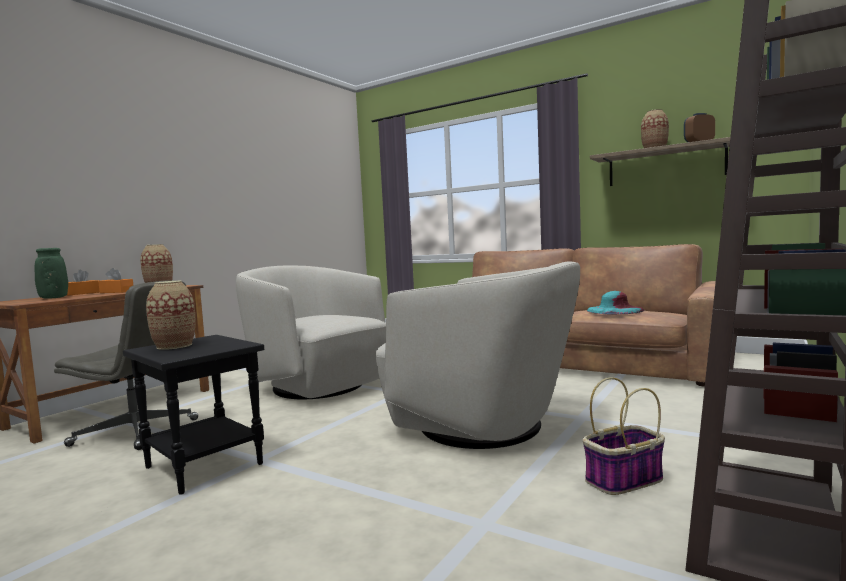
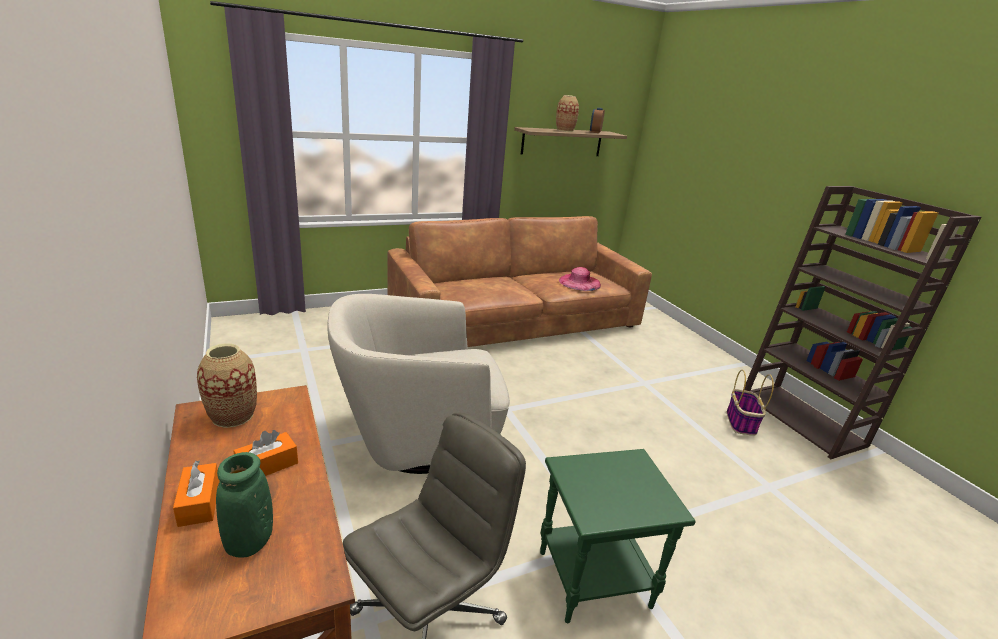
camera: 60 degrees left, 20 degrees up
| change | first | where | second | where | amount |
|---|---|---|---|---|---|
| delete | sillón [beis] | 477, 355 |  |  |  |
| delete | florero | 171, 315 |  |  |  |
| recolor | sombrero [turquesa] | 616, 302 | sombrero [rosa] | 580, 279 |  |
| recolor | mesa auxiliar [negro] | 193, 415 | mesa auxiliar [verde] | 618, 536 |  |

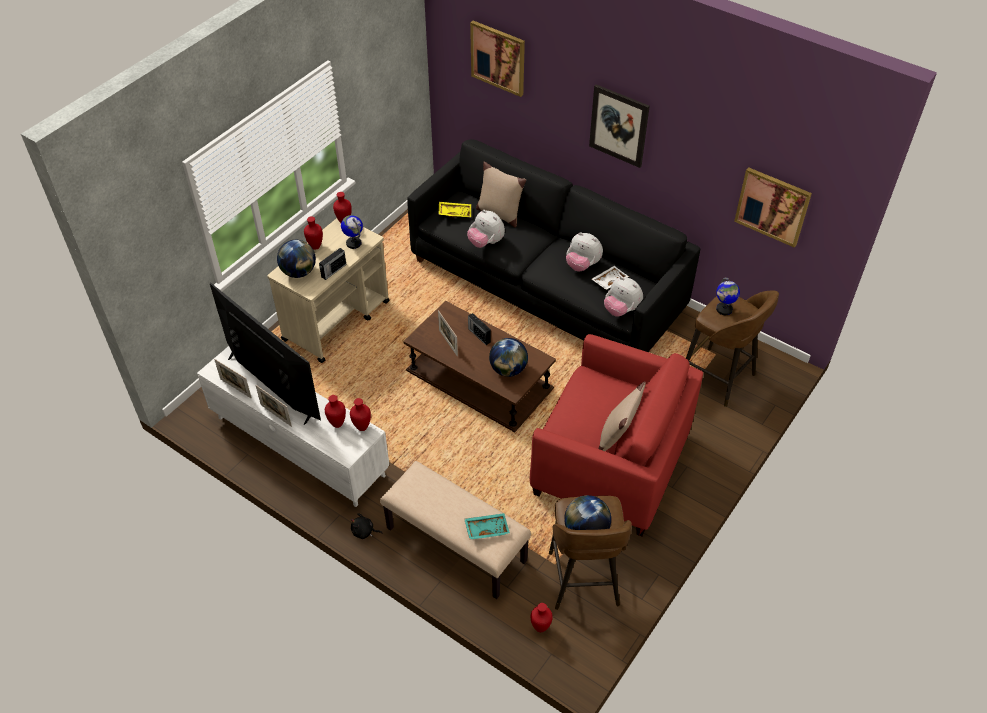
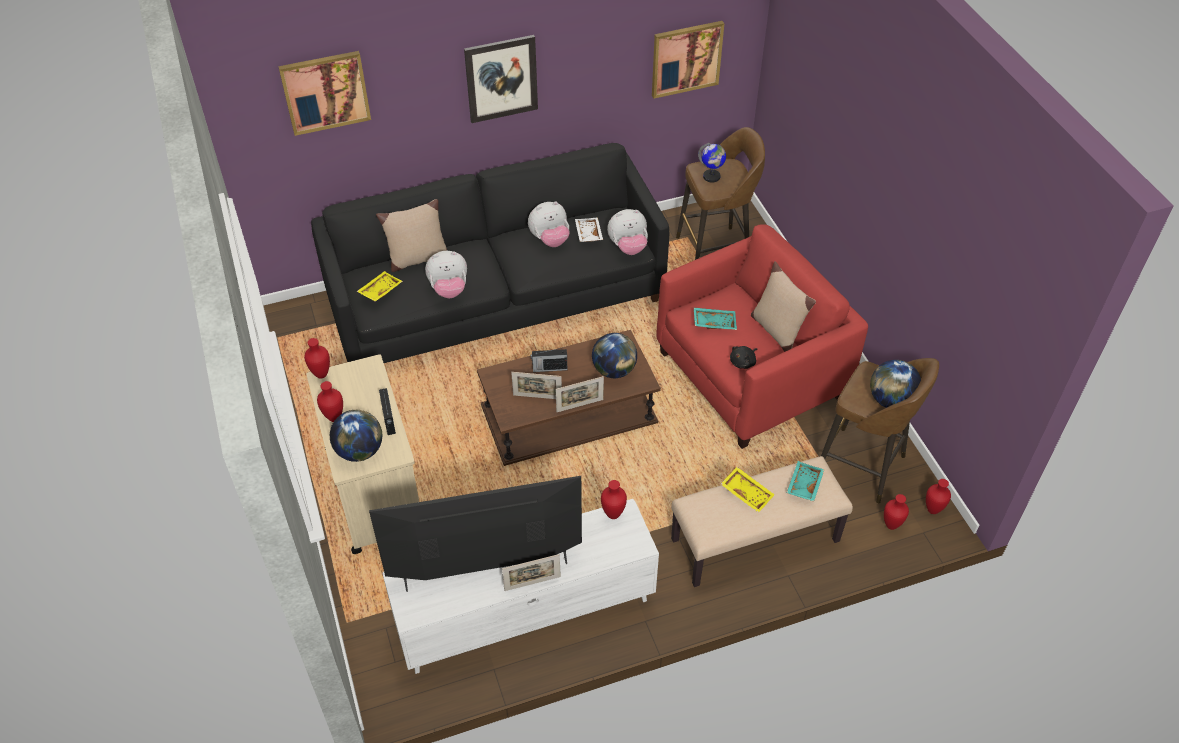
camera: 55 degrees left, 0 degrees up
| change | first | where | second | where | amount |
|---|---|---|---|---|---|
| delete | globo terráqueo | 352, 232 |  |  |  |
| move | portarretratos | 233, 378 |  | 580, 394 |  |
| move | florero [rojo] | 335, 411 |  | 938, 496 |  |
| move | peluche [negro] | 367, 526 |  | 744, 357 |  |
| insert |  |  | bandeja [turquesa] | 715, 318 |  |
| insert |  |  | bandeja [amarillo] | 748, 490 |  |

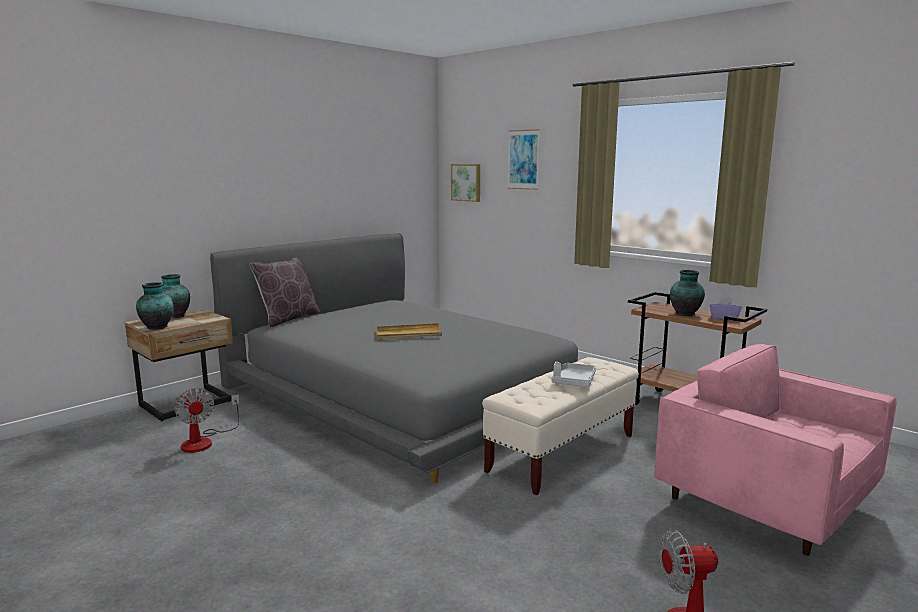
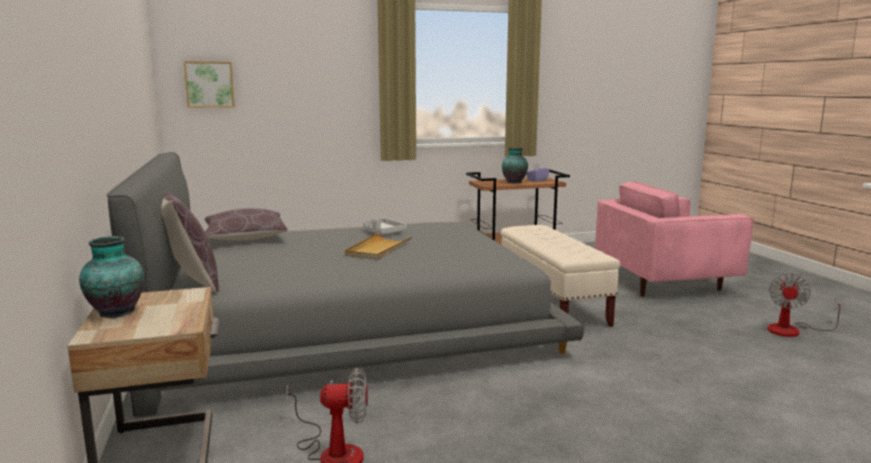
camera: 60 degrees left, 0 degrees up
| change | first | where | second | where | amount |
|---|---|---|---|---|---|
| delete | cuadro | 524, 159 |  |  |  |
| delete | florero | 155, 306 |  |  |  |
| move | bandeja [gris] | 574, 374 |  | 385, 226 |  |
| insert |  |  | cojín [marrón] | 246, 224 |  |

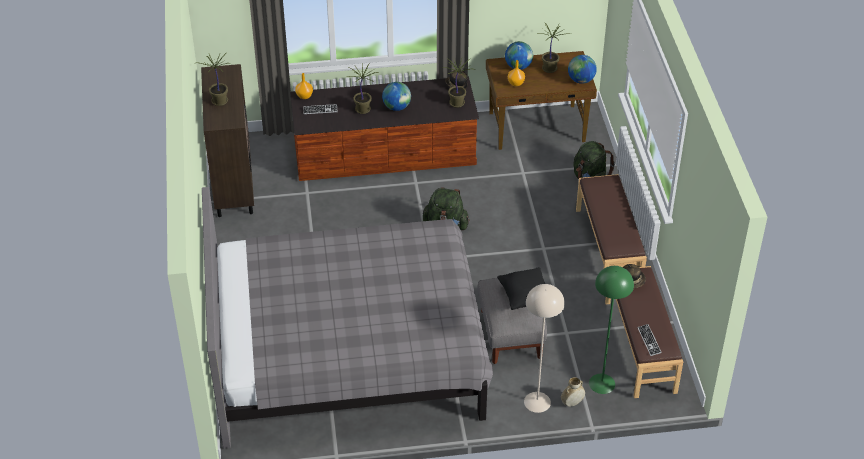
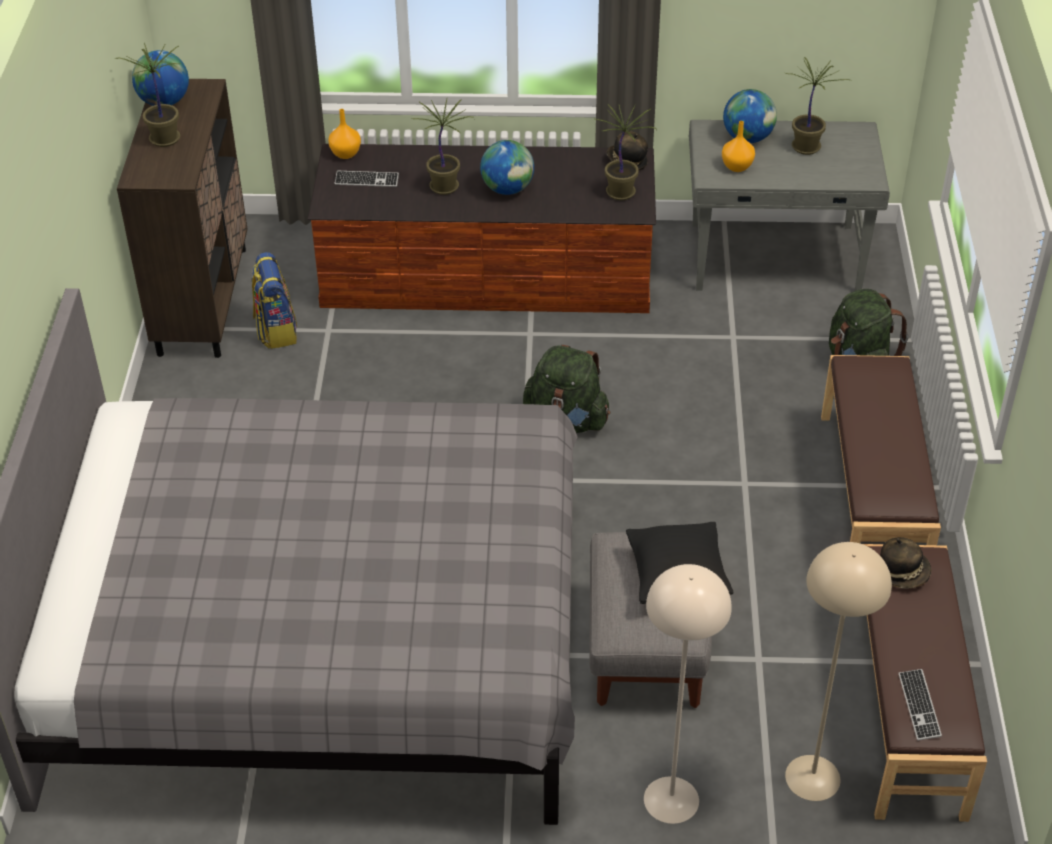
camera: 10 degrees right, 0 degrees up
| change | first | where | second | where | amount |
|---|---|---|---|---|---|
| recolor | escritorio [marrón] | 541, 100 | escritorio [gris] | 789, 205 |  |
| move | globo terráqueo | 582, 69 |  | 160, 78 |  |
| recolor | lámpara de pie [verde] | 611, 330 | lámpara de pie [beis] | 838, 671 |  |
| delete | florero [beis] | 573, 392 |  |  |  |
| insert |  |  | mochila | 274, 300 |  |

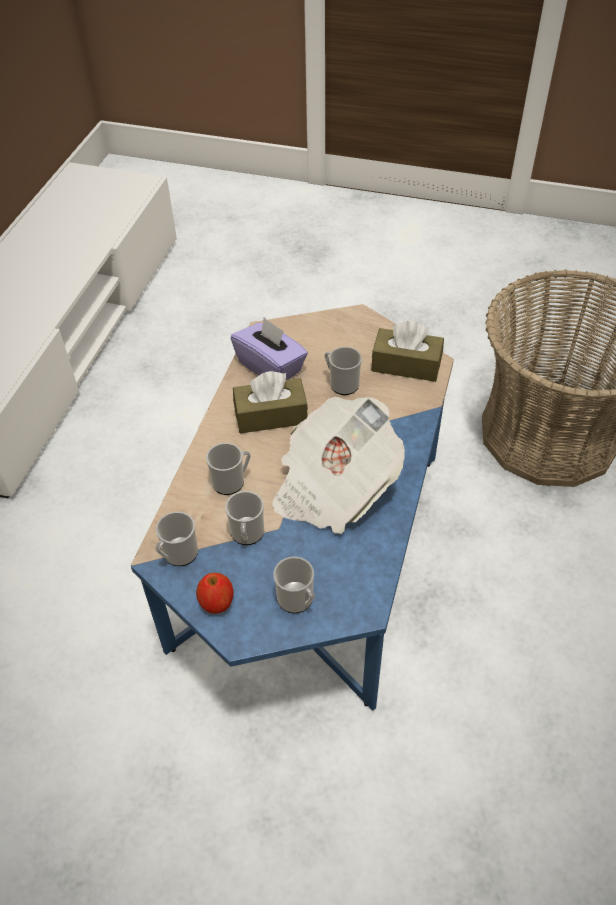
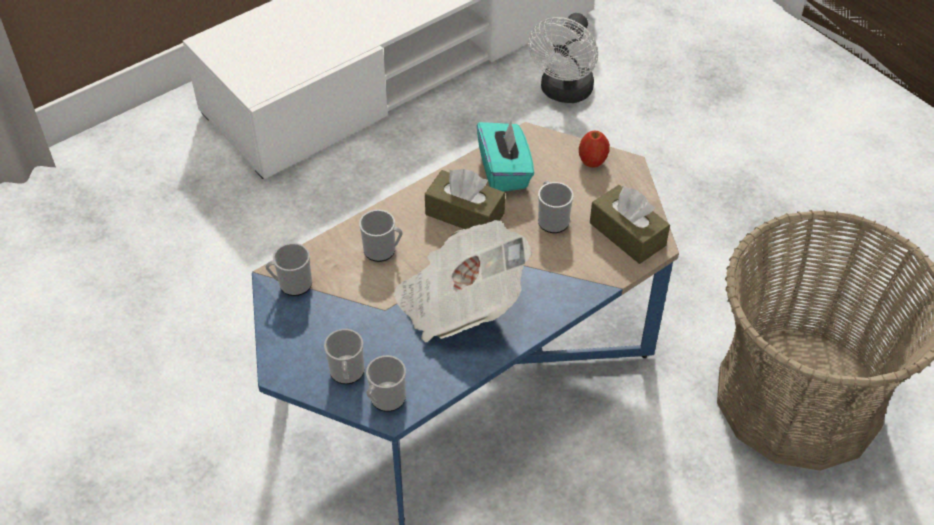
camera: 35 degrees right, 0 degrees up
| change | first | where | second | where | amount |
|---|---|---|---|---|---|
| recolor | caja de pañuelos [morado] | 269, 348 | caja de pañuelos [turquesa] | 505, 156 |  |
| move | taza grande | 244, 518 |  | 386, 383 |  |
| move | manzana | 215, 593 |  | 594, 149 |  |
| insert |  |  | ventilador [blanco] | 563, 58 |  |

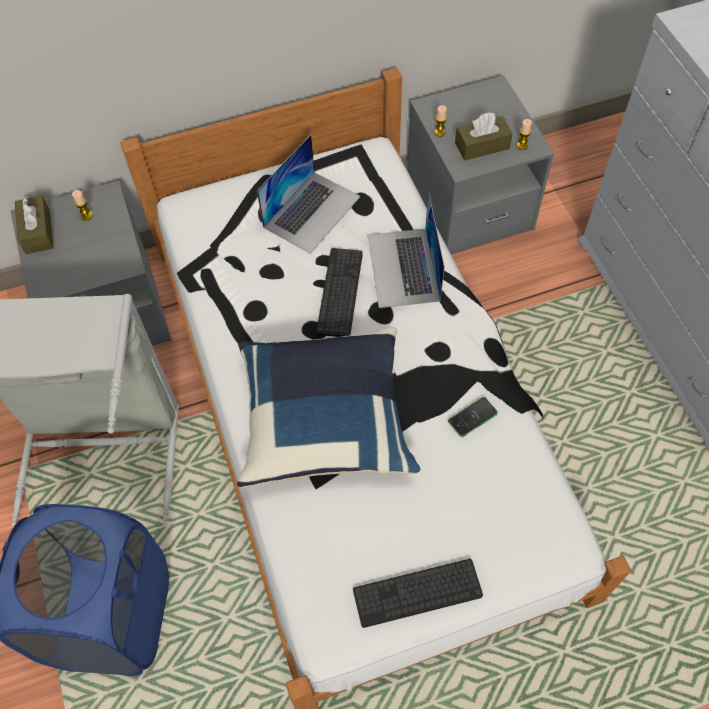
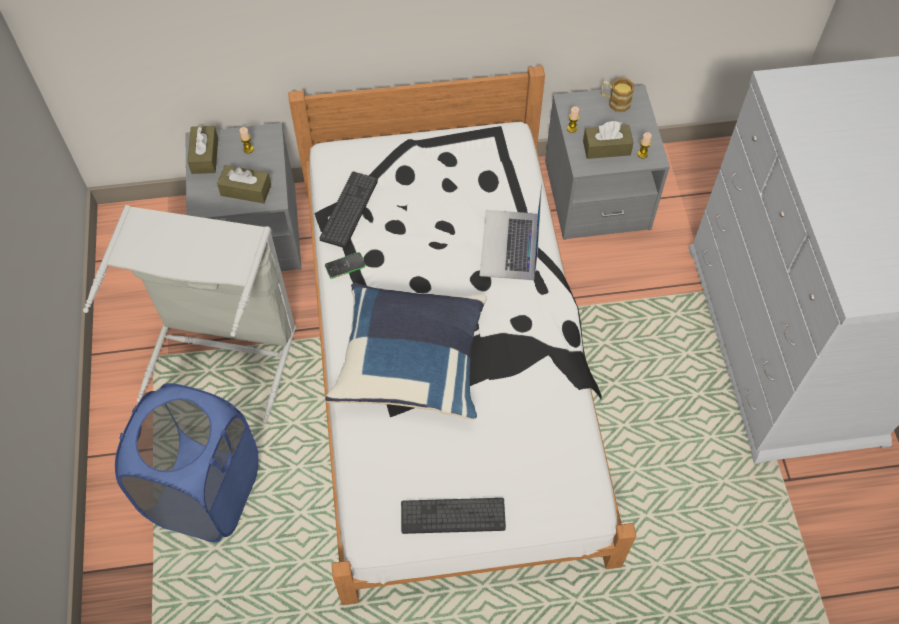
camera: 10 degrees right, 0 degrees up
| change | first | where | second | where | amount |
|---|---|---|---|---|---|
| delete | portátil | 309, 194 |  |  |  |
| move | teclado | 339, 292 |  | 348, 210 |  |
| move | móvil | 473, 417 |  | 345, 265 |  |
| insert |  |  | taza grande | 617, 95 |  |
| insert |  |  | caja de pañuelos [marrón] | 244, 184 |  |

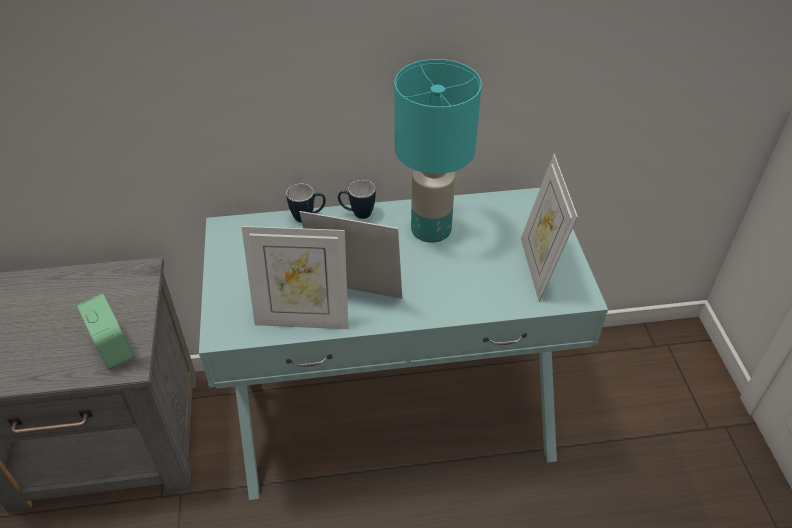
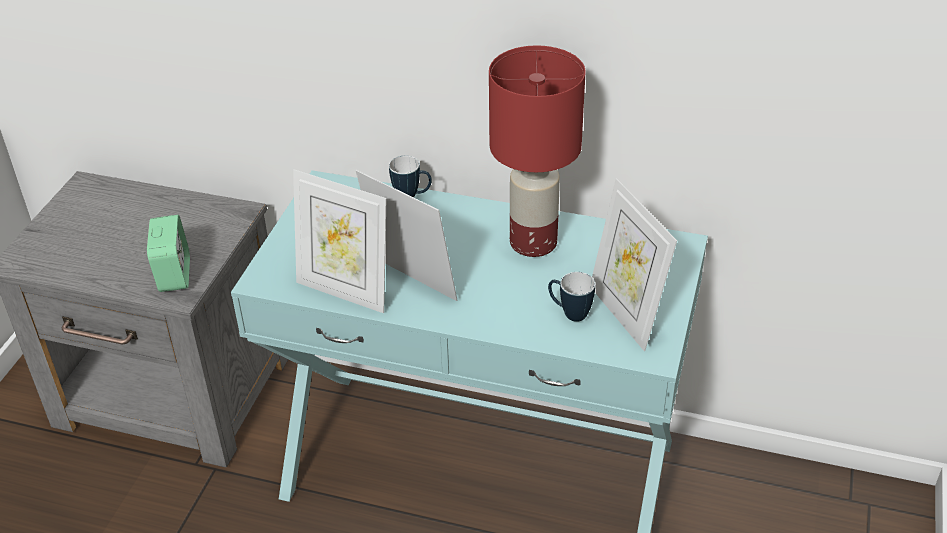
camera: 25 degrees right, 5 degrees down
| change | first | where | second | where | amount |
|---|---|---|---|---|---|
| recolor | lámpara de mesa [turquesa] | 438, 151 | lámpara de mesa [rojo] | 537, 151 |  |
| rotate | portarretratos | 549, 228 |  | 634, 264 | 45 degrees counterclockwise |
| move | taza grande | 357, 199 |  | 571, 297 |  |

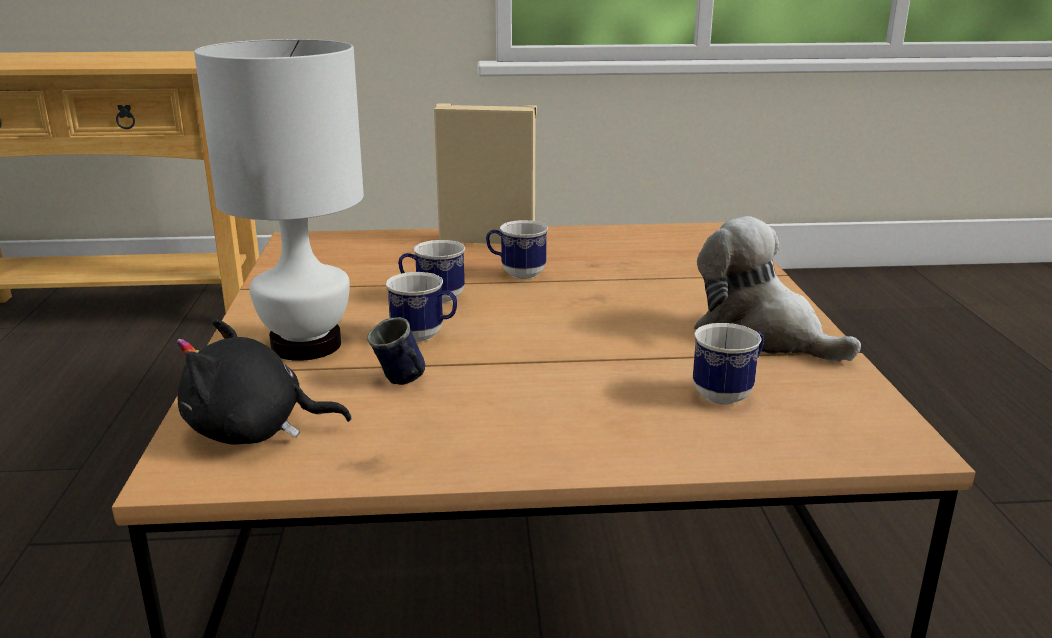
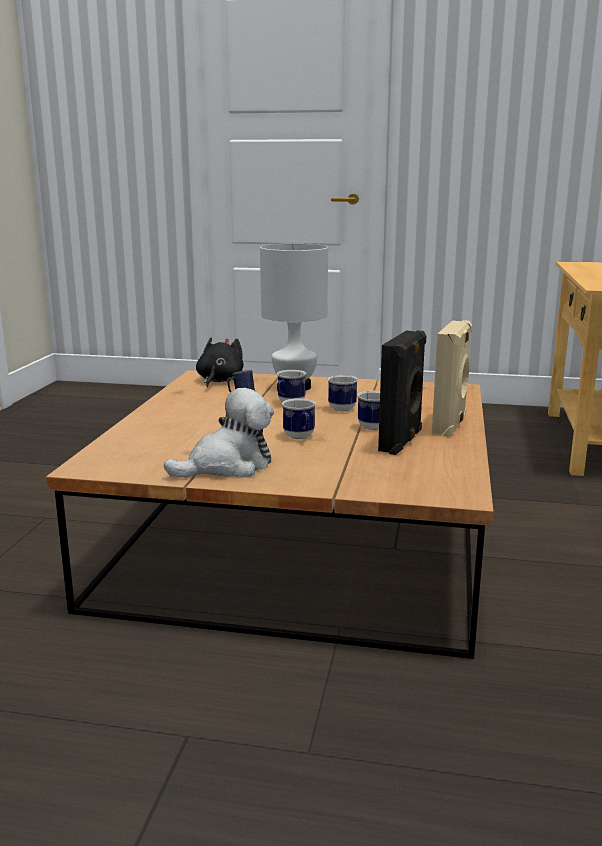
camera: 105 degrees right, 5 degrees down
| change | first | where | second | where | amount |
|---|---|---|---|---|---|
| move | taza grande | 728, 364 |  | 299, 418 |  |
| insert |  |  | altavoz [negro] | 402, 392 |  |

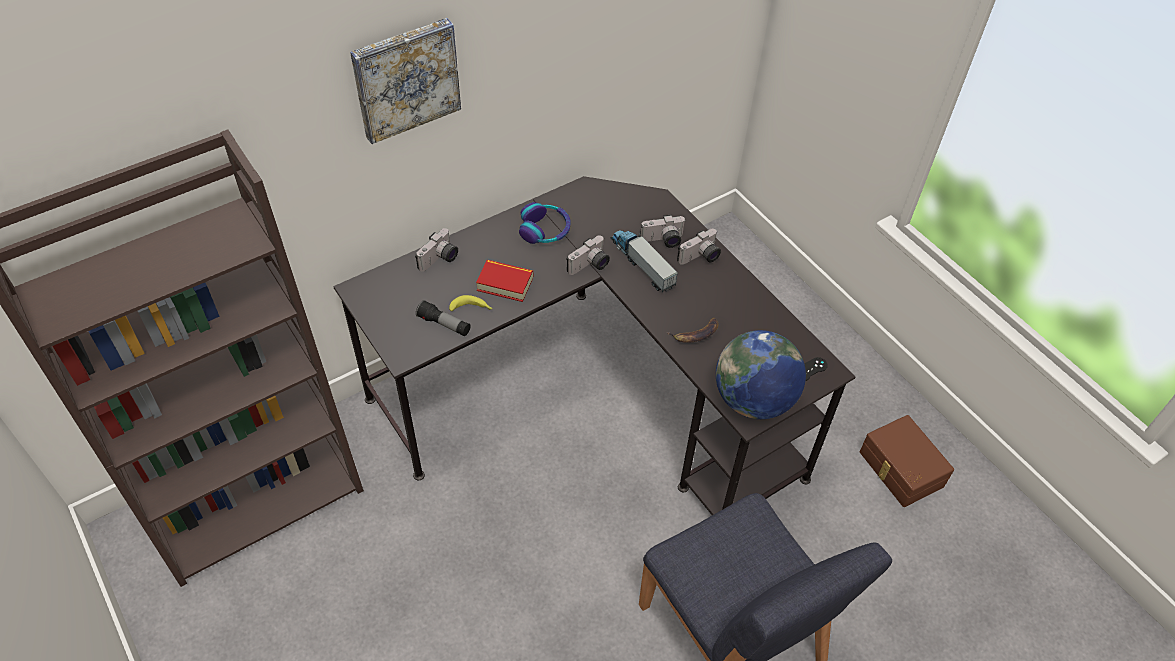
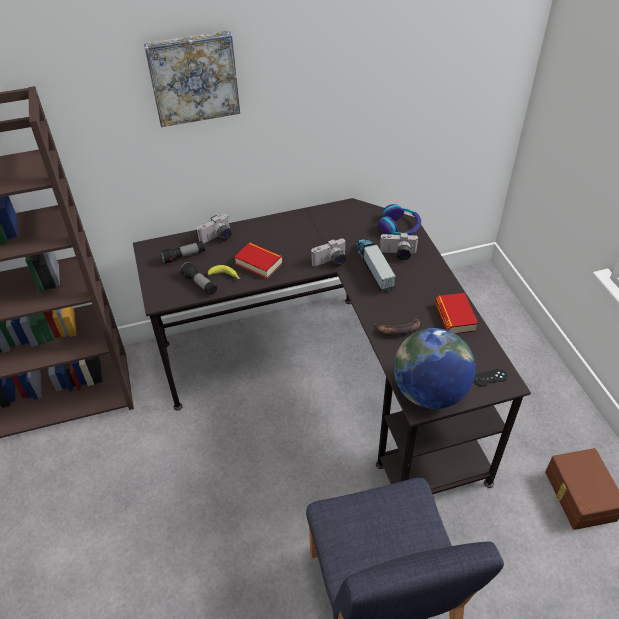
camera: 20 degrees right, 5 degrees down
| change | first | where | second | where | amount |
|---|---|---|---|---|---|
| move | auriculares | 545, 223 |  | 399, 219 |  |
| delete | cámara | 699, 246 |  |  |  |
| insert |  |  | linterna | 182, 252 |  |
| insert |  |  | libro | 456, 313 |  |

